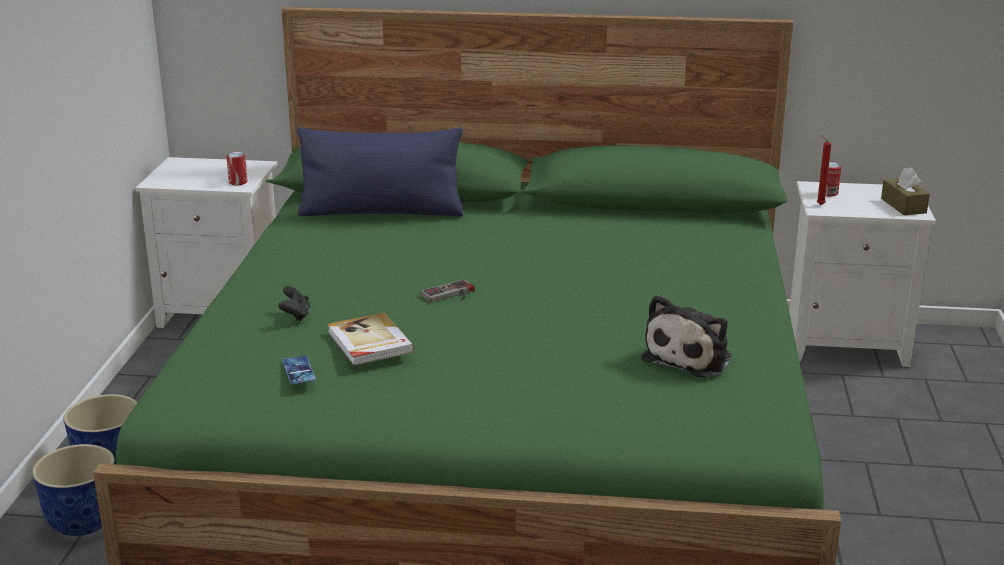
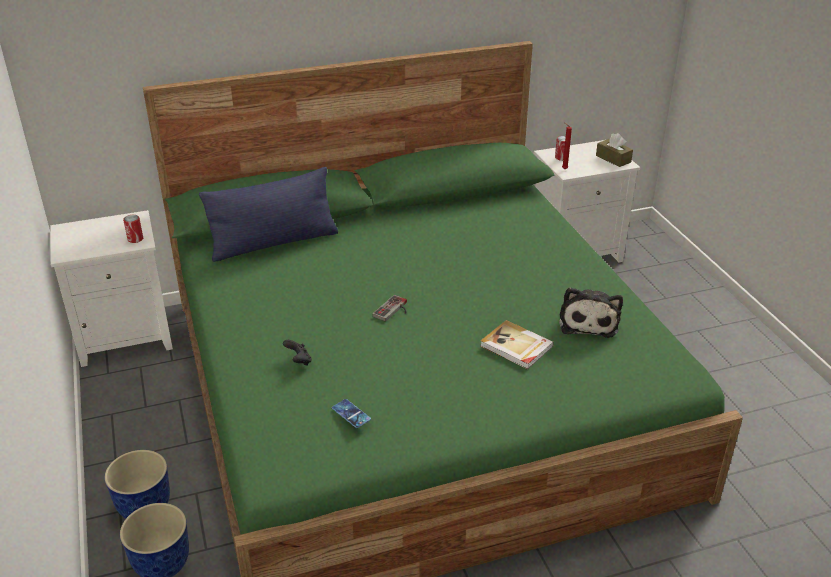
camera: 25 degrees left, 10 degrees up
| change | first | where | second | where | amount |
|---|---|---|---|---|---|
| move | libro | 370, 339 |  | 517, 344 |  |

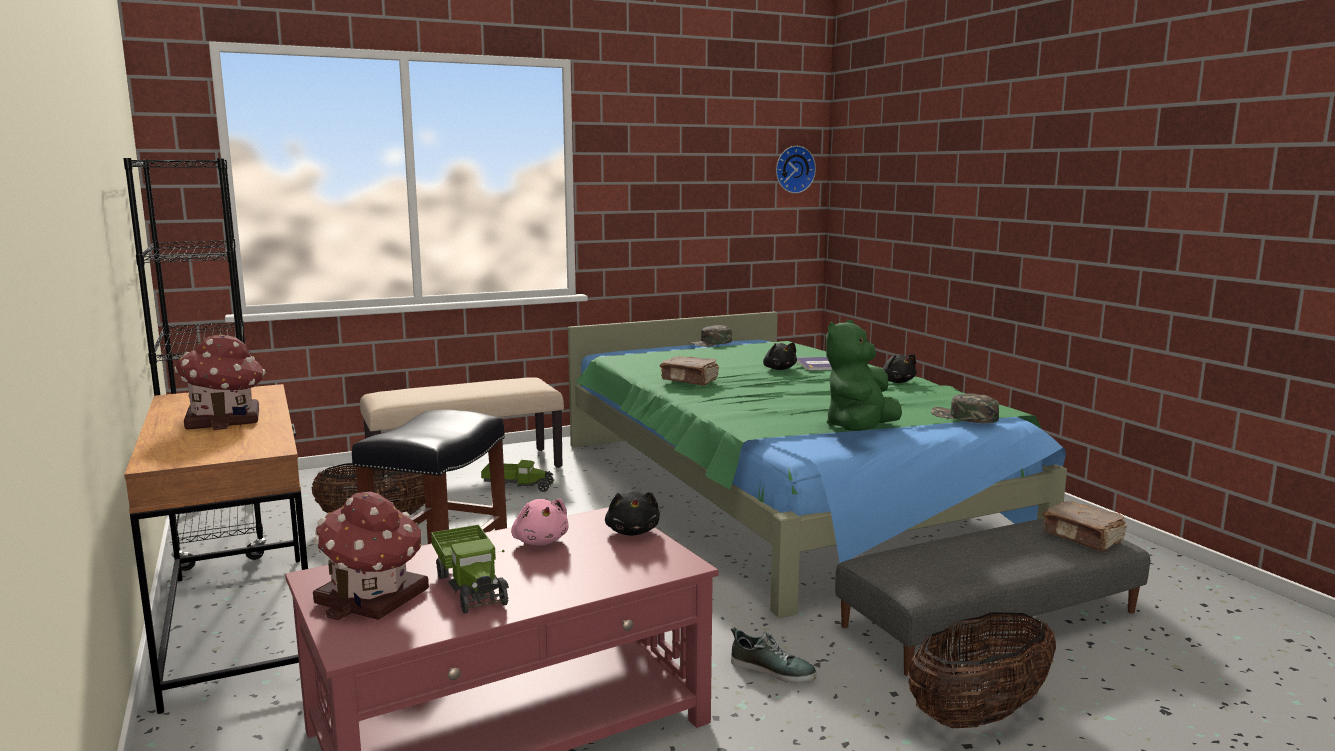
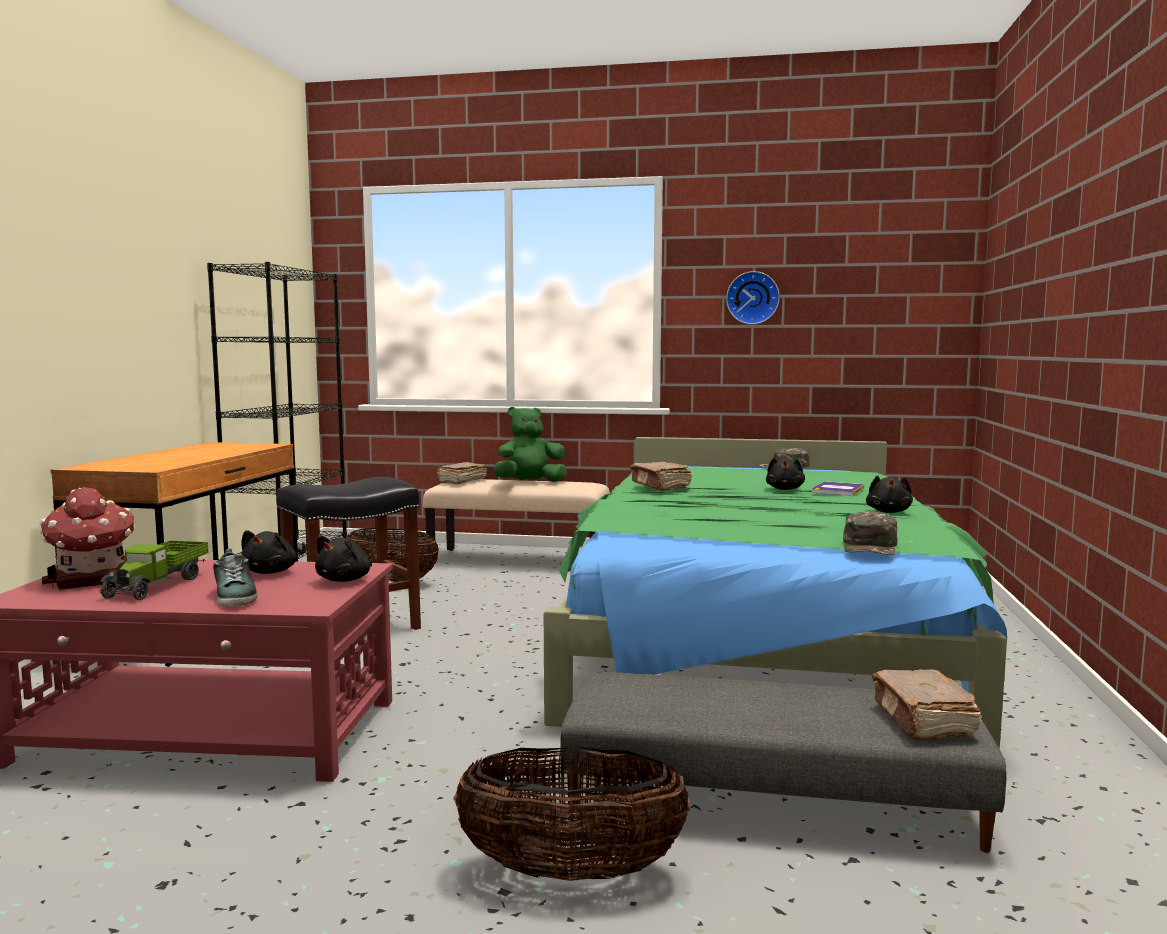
camera: 35 degrees right, 5 degrees down
| change | first | where | second | where | amount |
|---|---|---|---|---|---|
| move | reloj de pared | 796, 169 |  | 753, 298 |  |
| move | peluche [verde] | 864, 375 |  | 530, 444 |  |
| delete | casita | 220, 382 |  |  |  |
| rotate | gorra [verde] | 965, 408 |  | 870, 533 | 150 degrees counterclockwise |
| delete | camión de juguete | 517, 476 |  |  |  |
| recolor | peluche [rosa] | 539, 522 | peluche [negro] | 269, 552 |  |
| move | zapato | 774, 655 |  | 235, 578 |  |
| insert |  |  | libro [marrón] | 462, 473 |  |

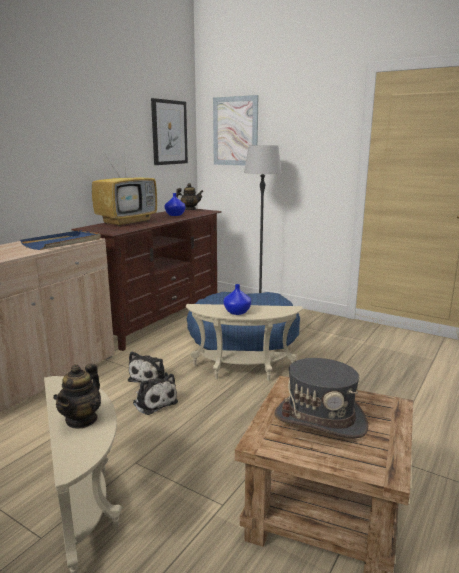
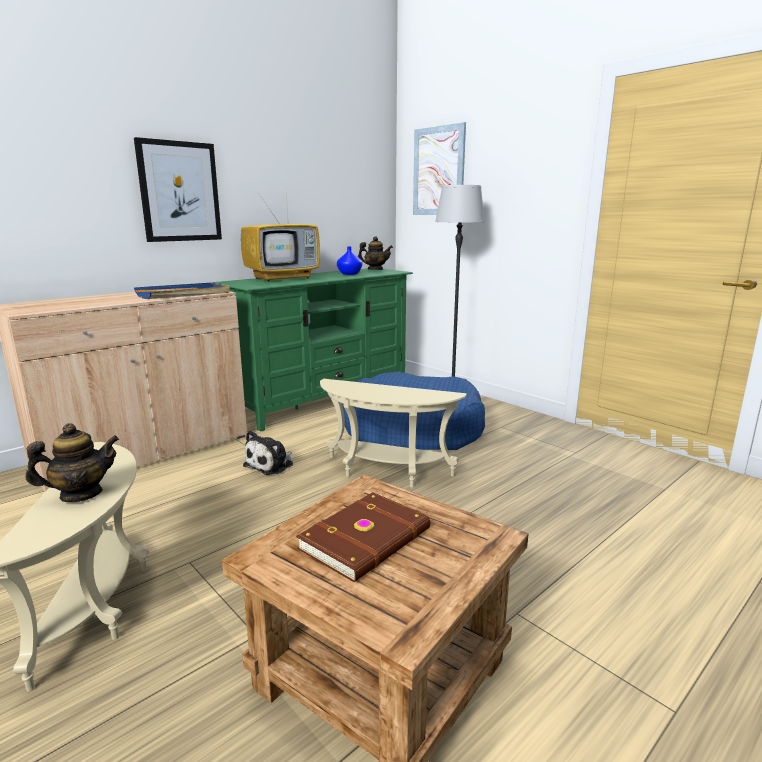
camera: 15 degrees right, 0 degrees up
| change | first | where | second | where | amount |
|---|---|---|---|---|---|
| move | cuadro | 169, 131 |  | 178, 189 |  |
| recolor | mueble de televisión [marrón] | 147, 280 | mueble de televisión [verde] | 313, 350 |  |
| delete | florero [azul] | 237, 299 |  |  |  |
| replace | sombrero [gris] | 321, 398 | libro [marrón] | 363, 537 |  |
| rotate | tetera | 77, 396 |  | 72, 462 | 150 degrees counterclockwise |
| delete | peluche | 155, 394 |  |  |  |

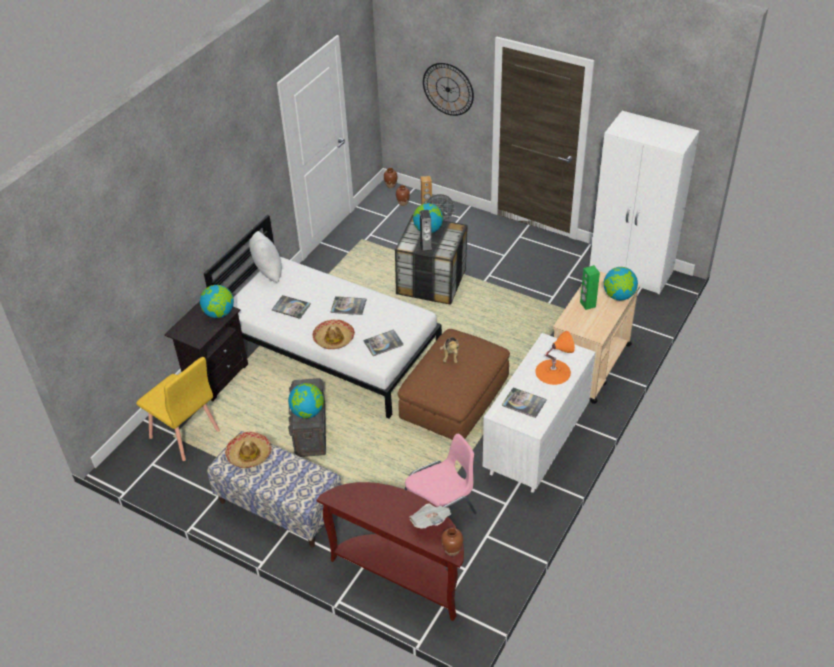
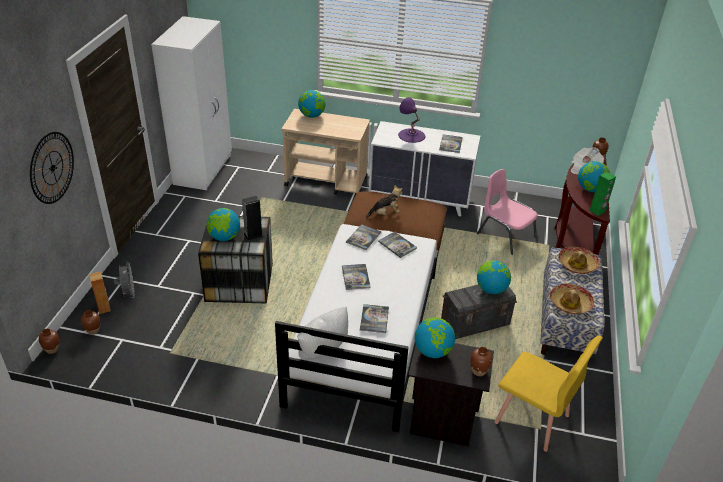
camera: 110 degrees left, 5 degrees down
| change | first | where | second | where | amount |
|---|---|---|---|---|---|
| move | altavoz [verde] | 590, 287 |  | 602, 194 |  |
| move | sombrero | 333, 334 |  | 579, 260 |  |
| recolor | lámpara de mesa [naranja] | 555, 358 | lámpara de mesa [morado] | 411, 120 |  |
| rotate | silla [amarillo] | 178, 409 |  | 549, 394 | 105 degrees clockwise |
| insert |  |  | globo terráqueo | 594, 176 |  |
| insert |  |  | libro | 363, 237 |  |
| insert |  |  | florero [marrón] | 481, 361 |  |

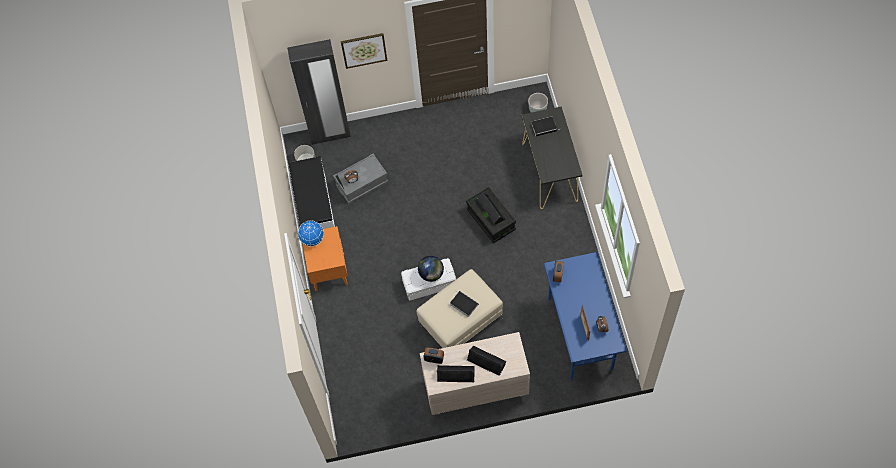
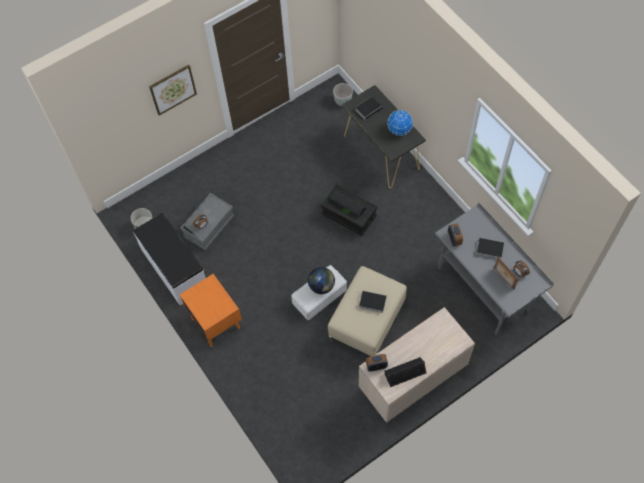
camera: 25 degrees left, 0 degrees up
| change | first | where | second | where | amount |
|---|---|---|---|---|---|
| delete | armario ropero [negro] | 319, 92 |  |  |  |
| move | globo terráqueo | 311, 233 |  | 400, 123 |  |
| recolor | escritorio [azul] | 585, 315 | escritorio [gris] | 494, 268 |  |
| delete | altavoz [negro] | 486, 361 |  |  |  |
| insert |  |  | libro | 490, 248 |  |

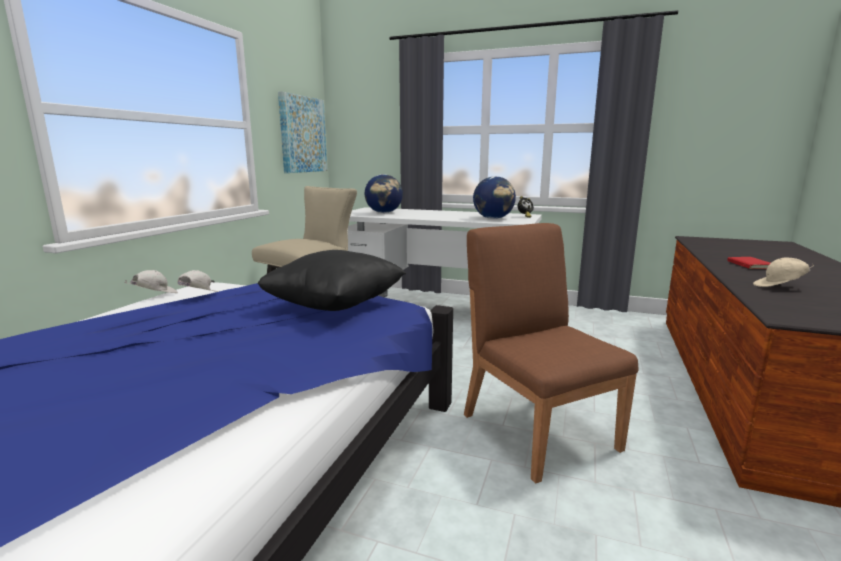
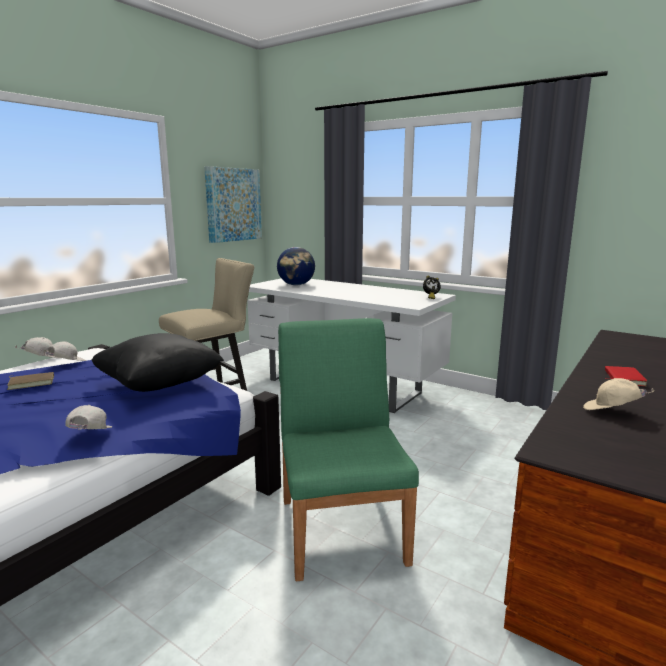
camera: 15 degrees right, 0 degrees up
| change | first | where | second | where | amount |
|---|---|---|---|---|---|
| delete | globo terráqueo | 494, 197 |  |  |  |
| recolor | silla [marrón] | 551, 353 | silla [verde] | 348, 450 |  |
| insert |  |  | libro [marrón] | 30, 381 |  |
| insert |  |  | gorra [blanco] | 88, 417 |  |

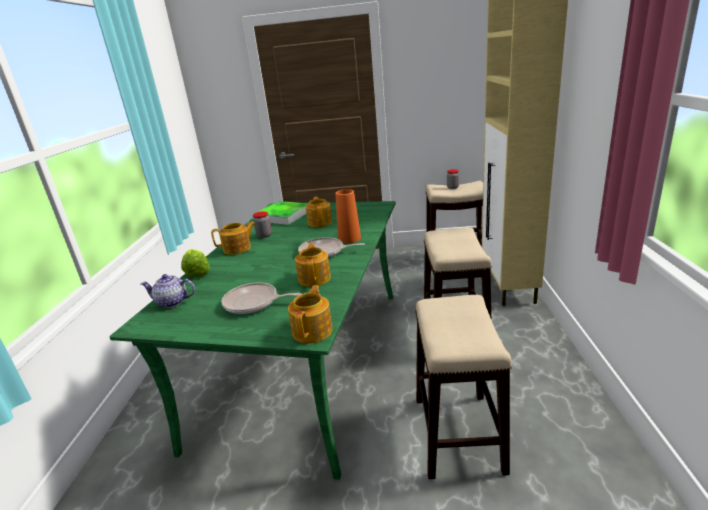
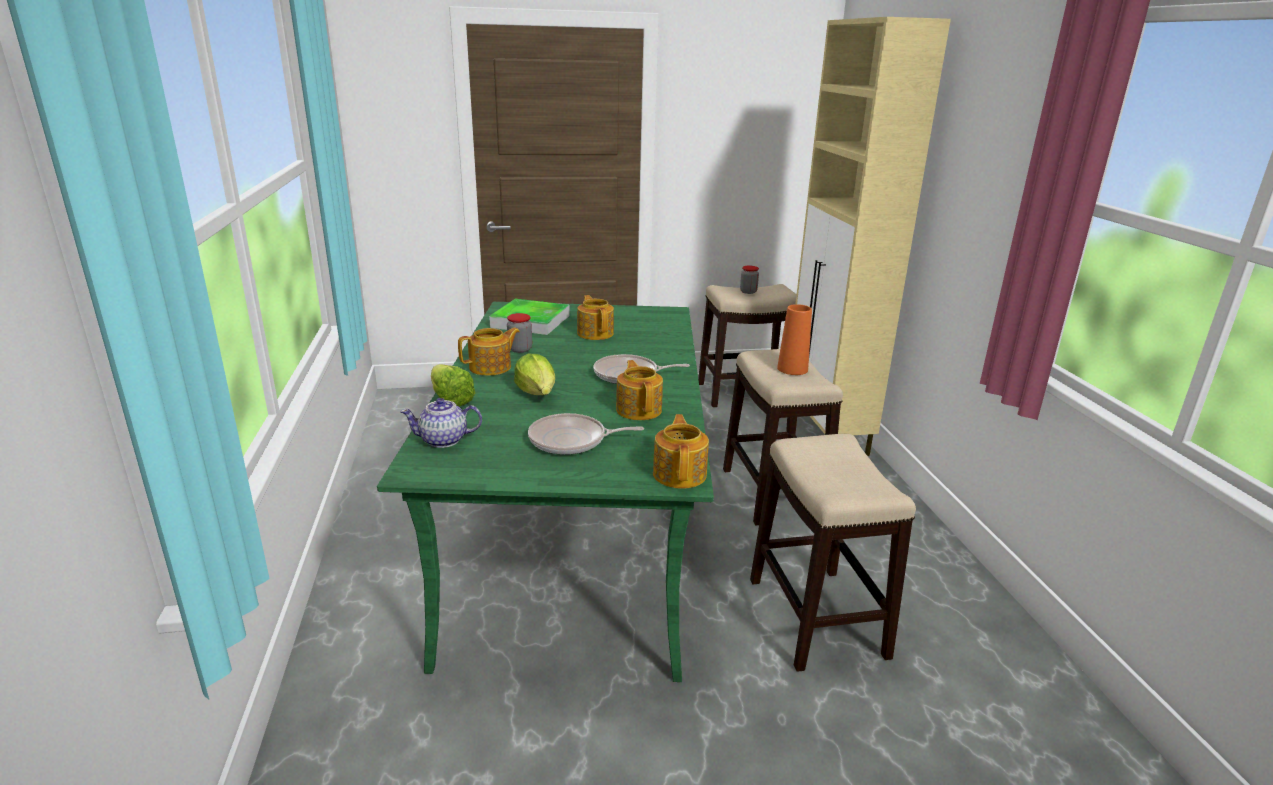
camera: 15 degrees left, 0 degrees up
| change | first | where | second | where | amount |
|---|---|---|---|---|---|
| move | florero [naranja] | 348, 216 |  | 794, 339 |  |
| insert |  |  | lechuga | 534, 374 |  |

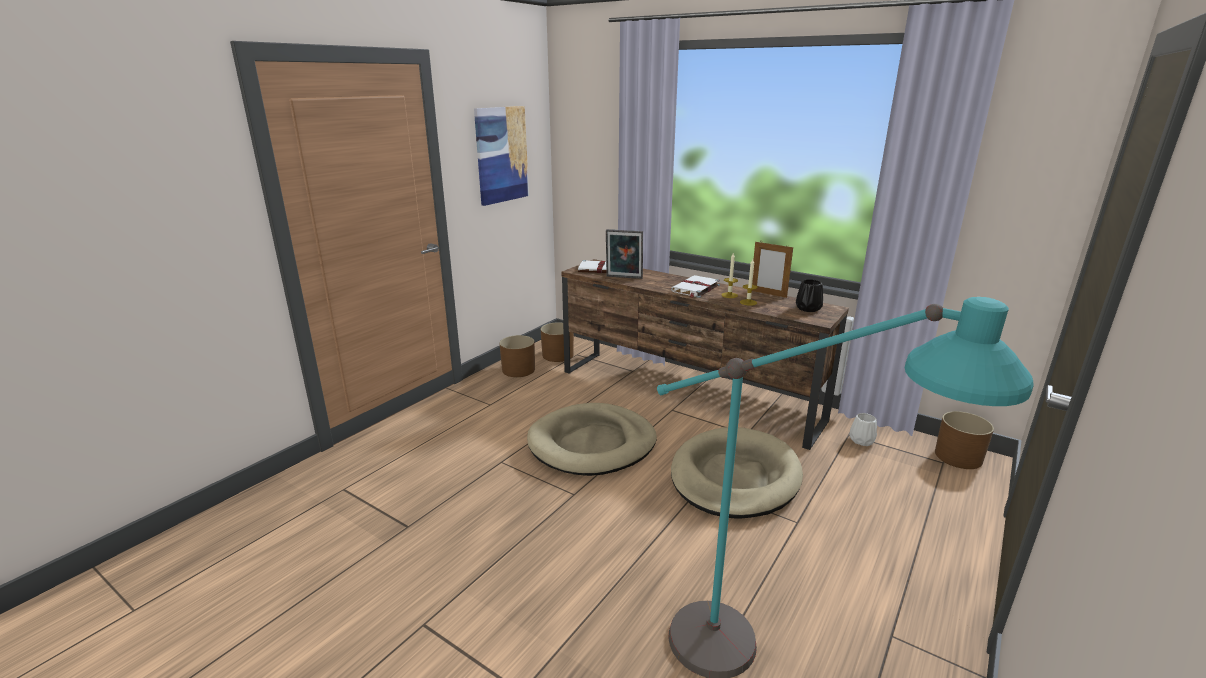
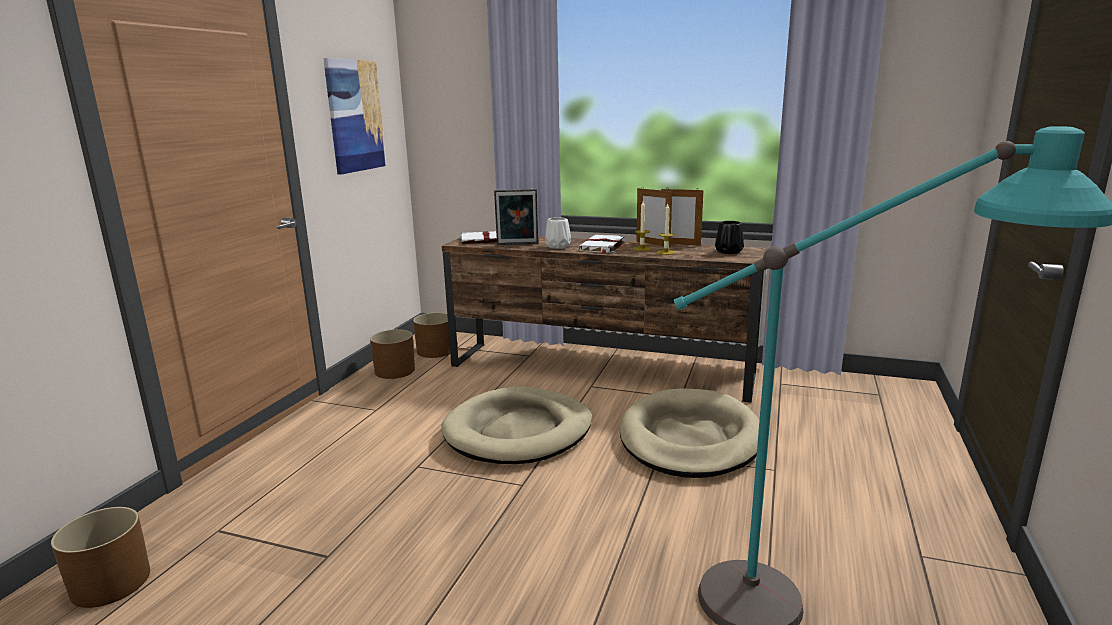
camera: 15 degrees left, 5 degrees down
| change | first | where | second | where | amount |
|---|---|---|---|---|---|
| move | maceta [marrón] | 964, 440 |  | 100, 557 |  |
| move | florero [blanco] | 863, 429 |  | 558, 233 |  |
| insert |  |  | portarretratos | 654, 217 |  |

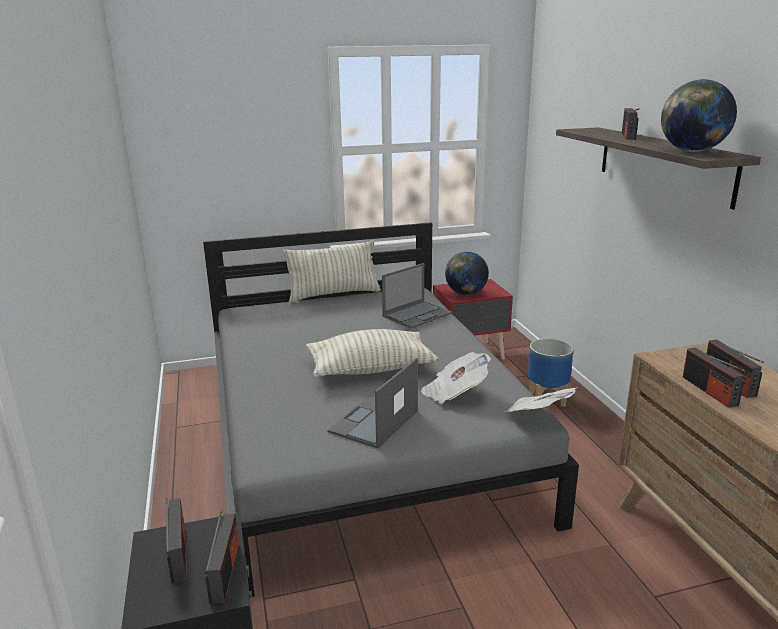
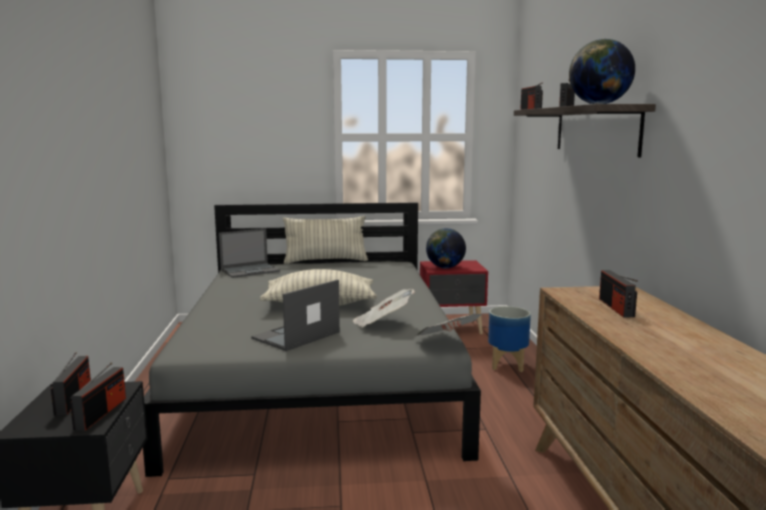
camera: 10 degrees right, 10 degrees down
| change | first | where | second | where | amount |
|---|---|---|---|---|---|
| move | portátil | 417, 296 |  | 249, 253 |  |
| move | radio | 714, 378 |  | 531, 96 |  |

